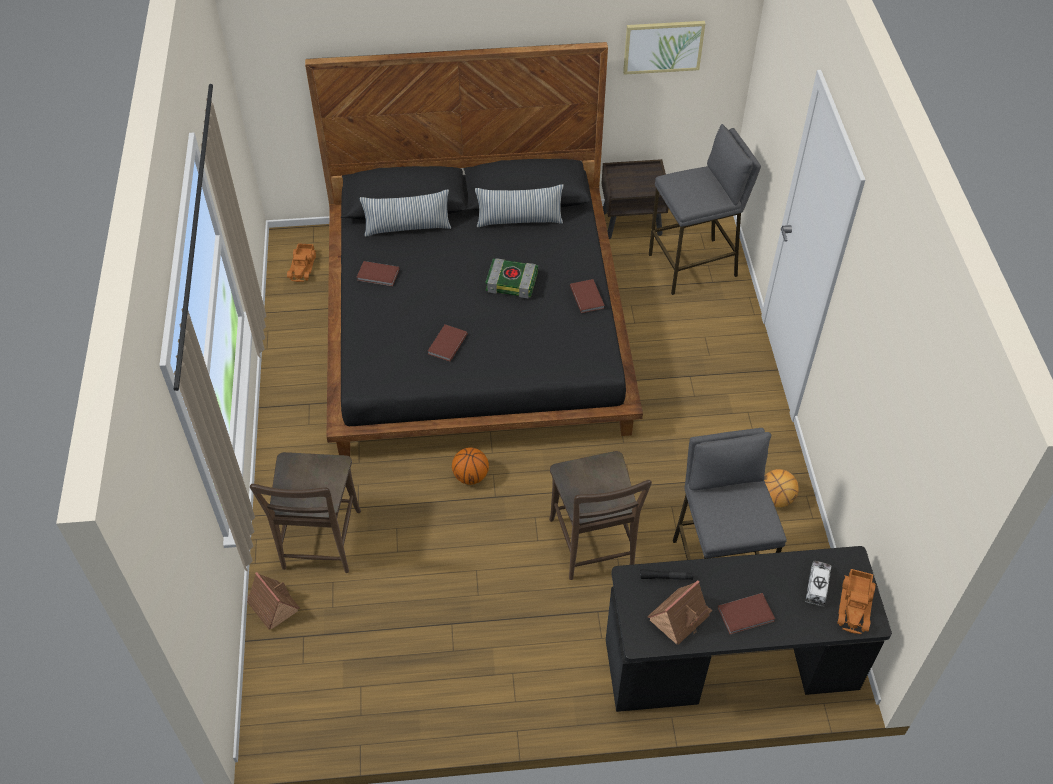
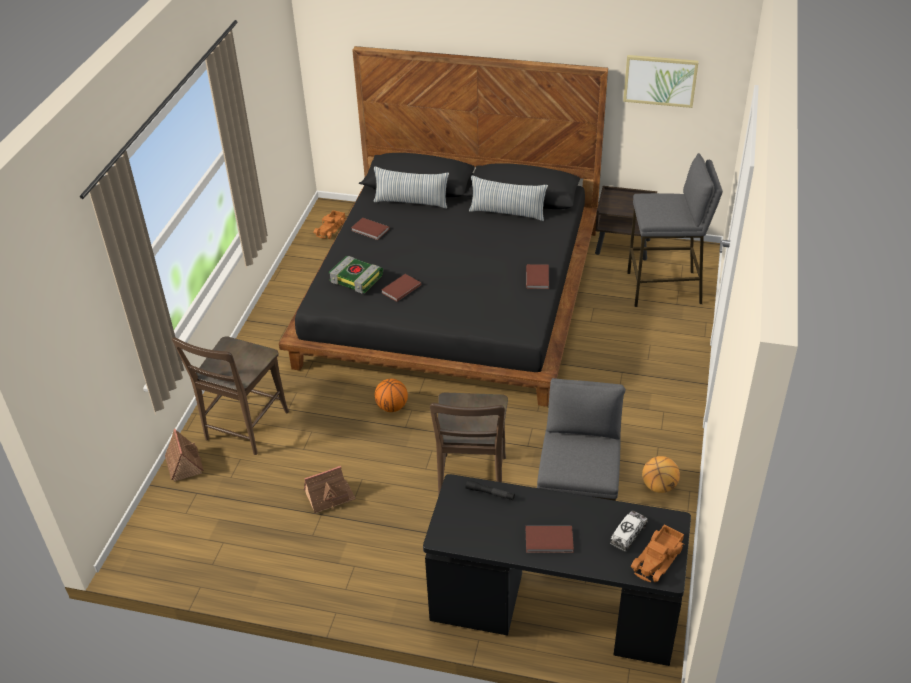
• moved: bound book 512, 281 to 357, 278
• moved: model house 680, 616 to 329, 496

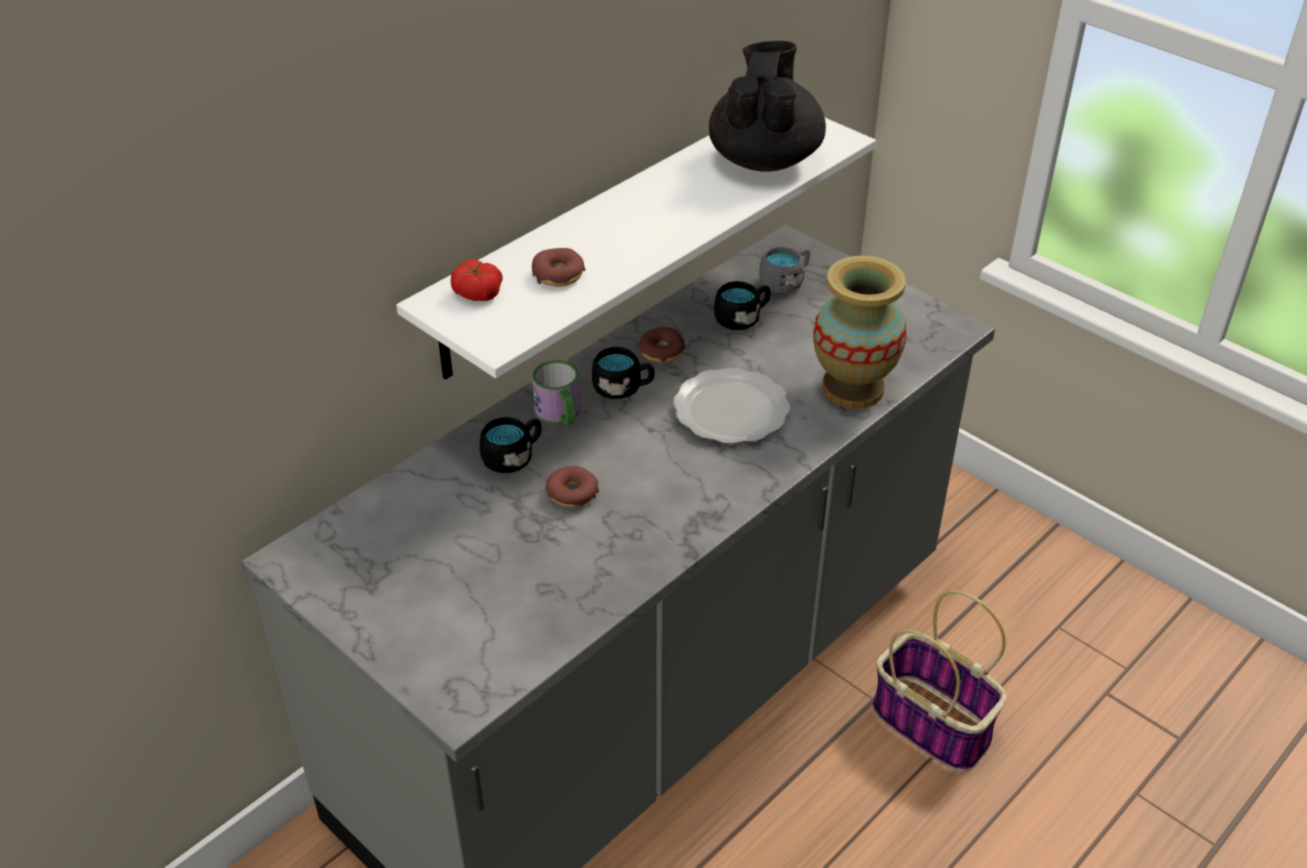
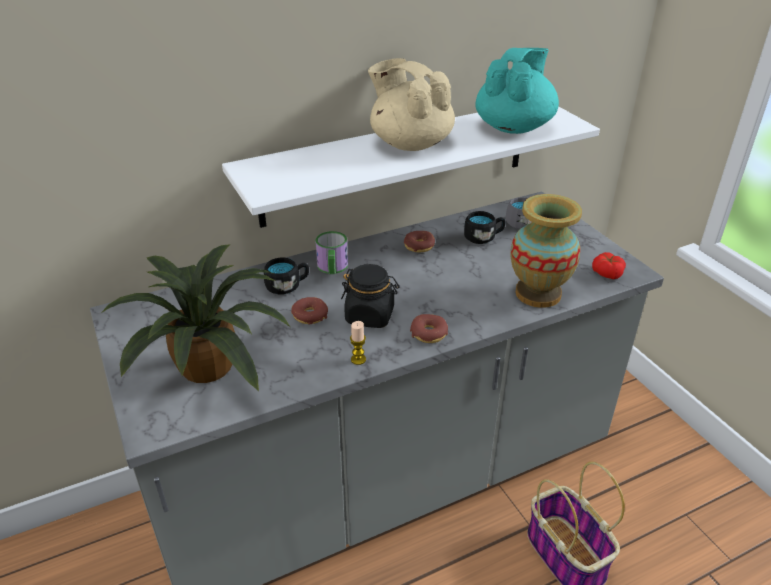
• removed: coffee mug/black-coloured 623, 388
• removed: dinner plate 732, 411
• added: houseplant 211, 367
• added: storage jar/black-coloured 370, 315
• added: wax light 358, 359
• added: teapot/sand-coloured 410, 144
• moved: whole tomato 477, 293 to 607, 273
• moved: doughnut 558, 274 to 429, 333
• recoloured: teapot/black-coloured 764, 159 to teapot/turquoise 514, 127

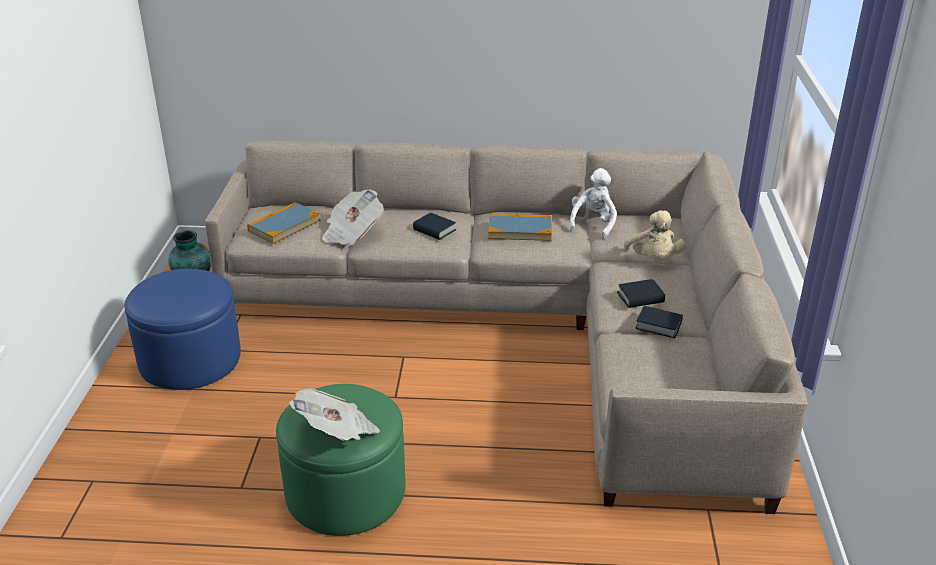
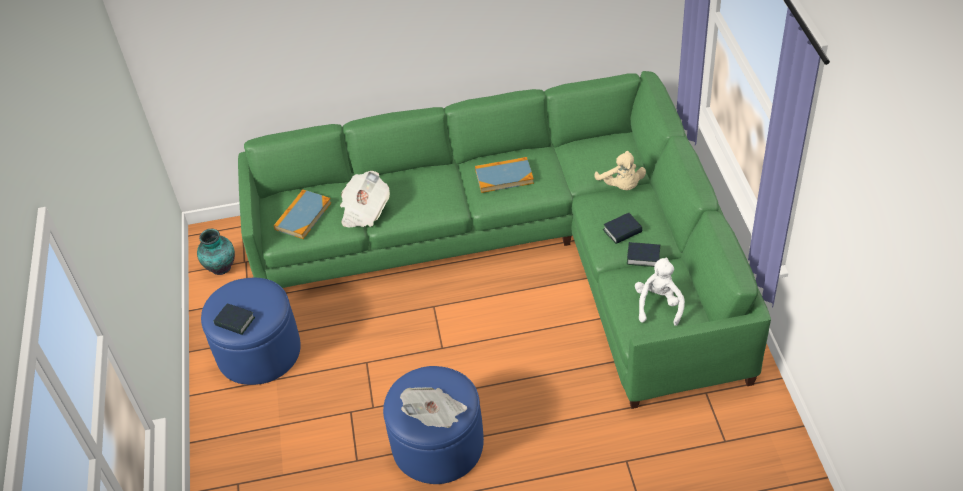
• moved: bound book 434, 230 to 235, 322
• moved: cuddly toy/white-coloured 593, 224 to 659, 305
• recoloured: settee/sand-coloured 530, 325 to settee/green-coloured 526, 250
• recoloured: footrest/green-coloured 345, 492 to footrest/blue 438, 444

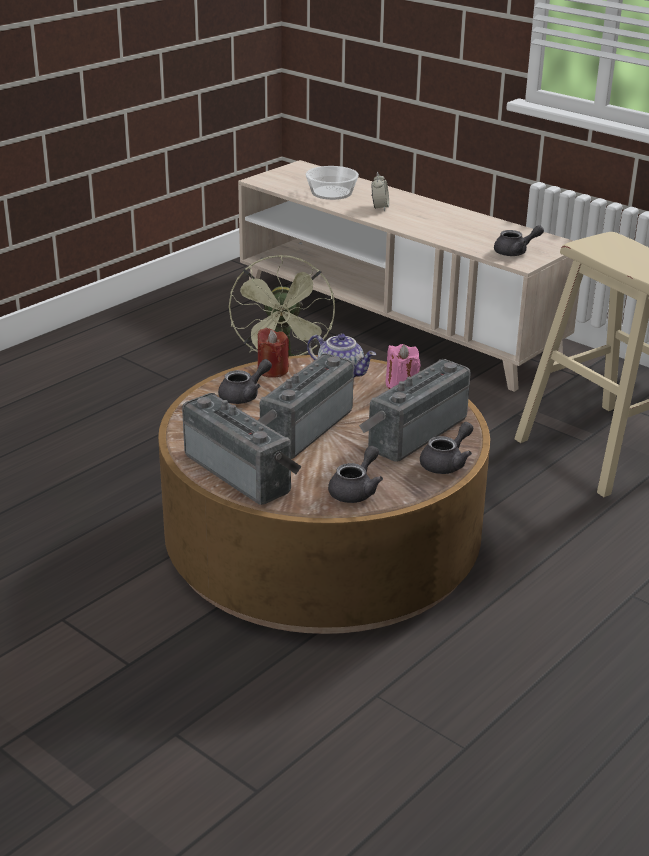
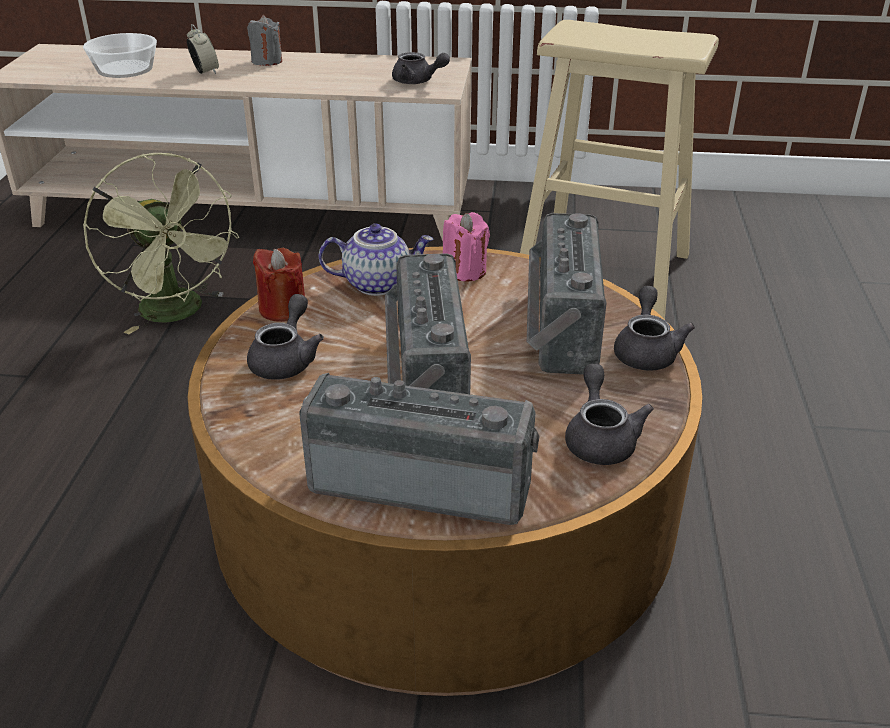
• added: wax light/grey 267, 61
• turned: teapot/grey 515, 252 = 417, 81 75 degrees clockwise

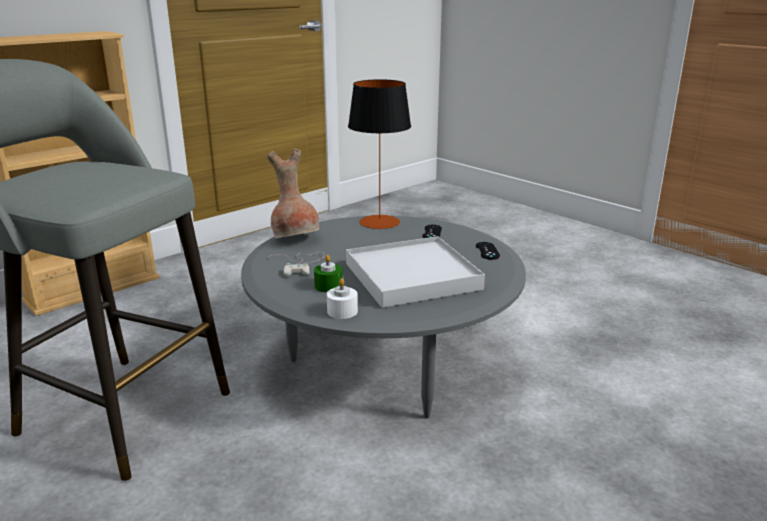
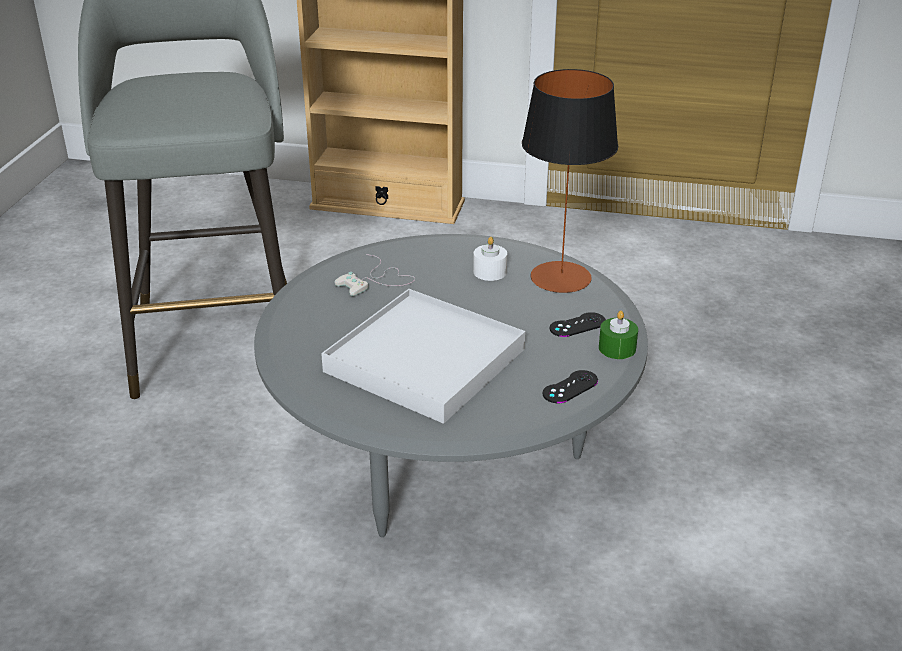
• removed: vase/brown 296, 238
• moved: wax light/green-coloured 328, 286 to 617, 348
• moved: wax light/white-coloured 342, 311 to 490, 272

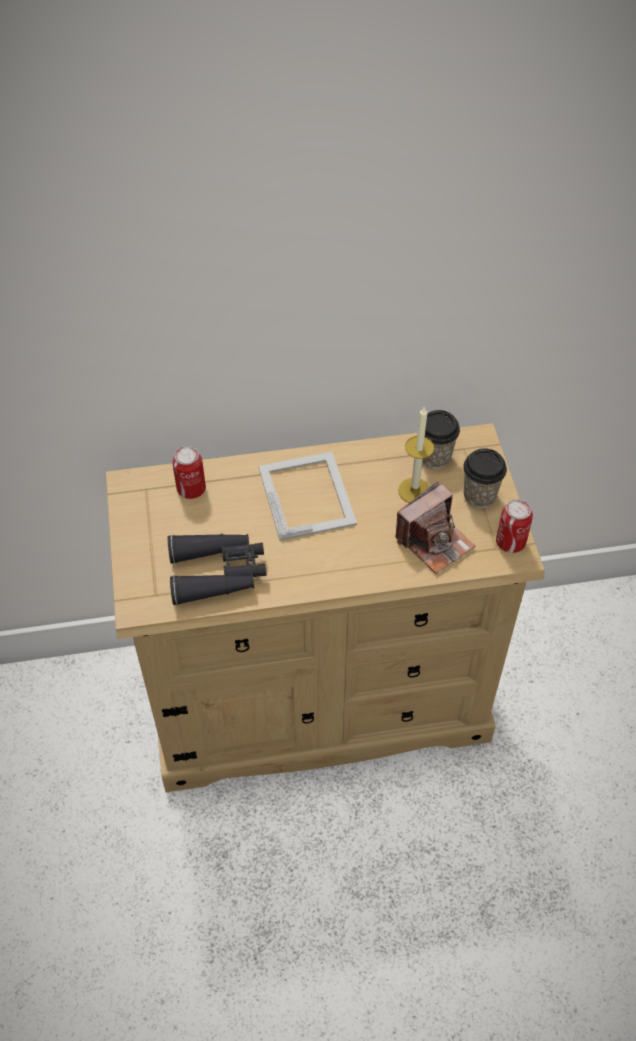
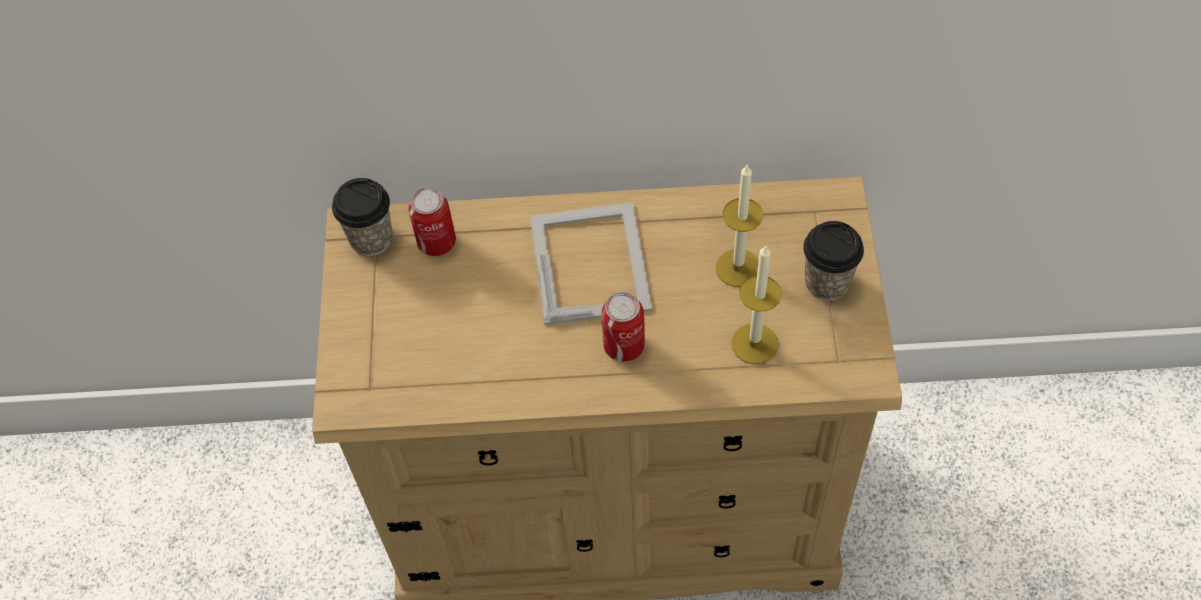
• removed: binoculars/black-coloured 218, 573
• moved: drinking cup 435, 457 to 371, 239
• moved: metal can 510, 542 to 624, 346
• replaced: photo camera 434, 541 to wax light 754, 343

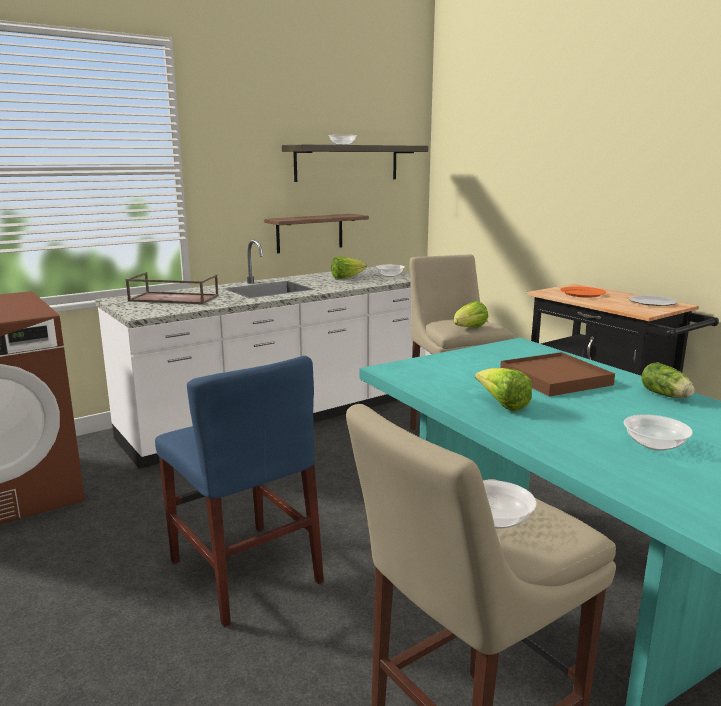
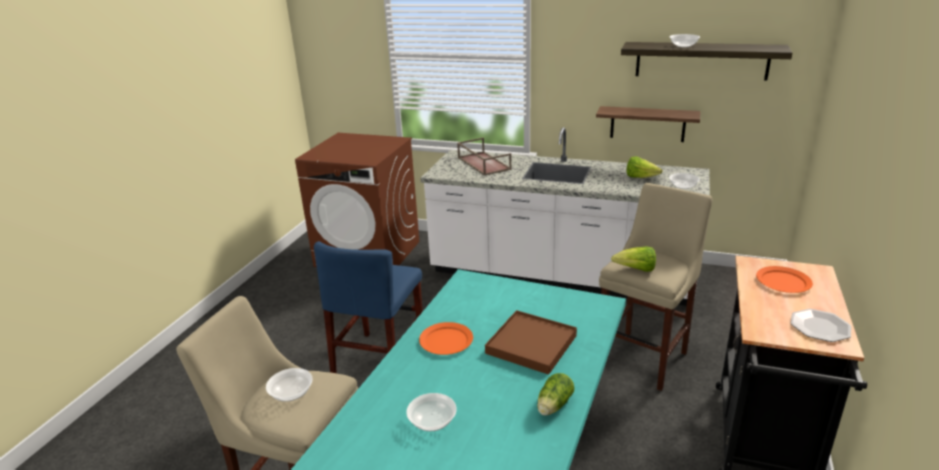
• replaced: lettuce 502, 405 to dinner plate/orangey 445, 341

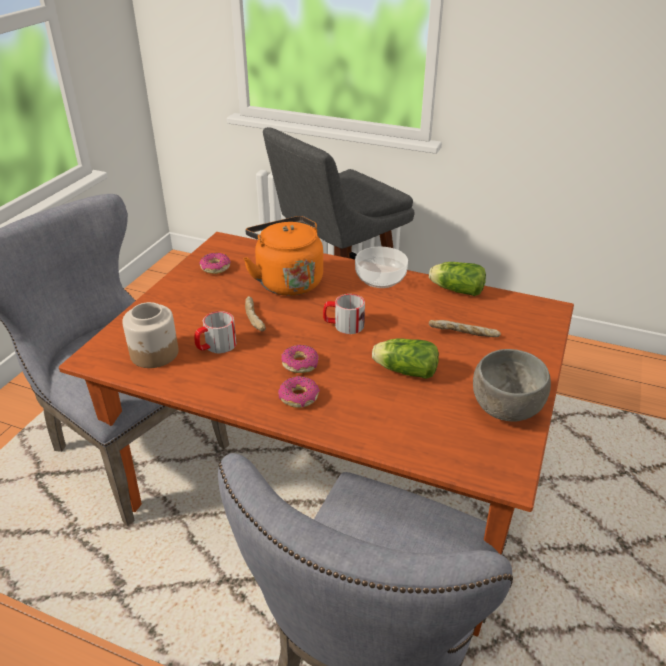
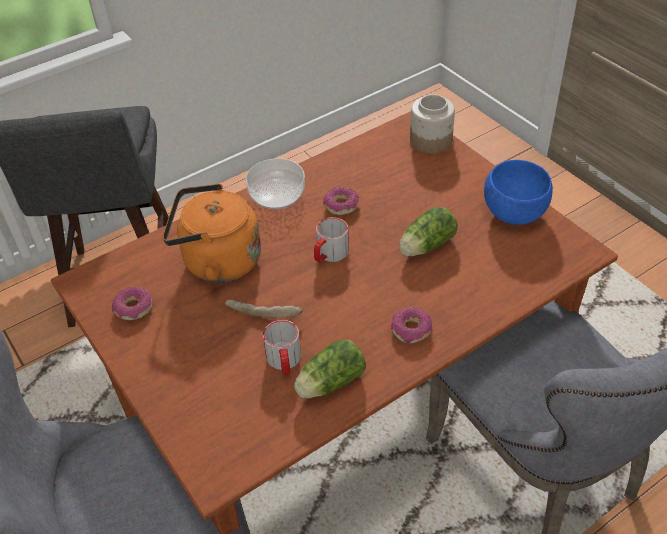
• removed: bakery bread 463, 335
• moved: storage jar 154, 354 to 431, 141
• moved: doughnut 300, 364 to 341, 205
• moved: lettuce 455, 290 to 328, 383
• recoloured: serving bowl/grey 504, 408 to serving bowl/blue 513, 214

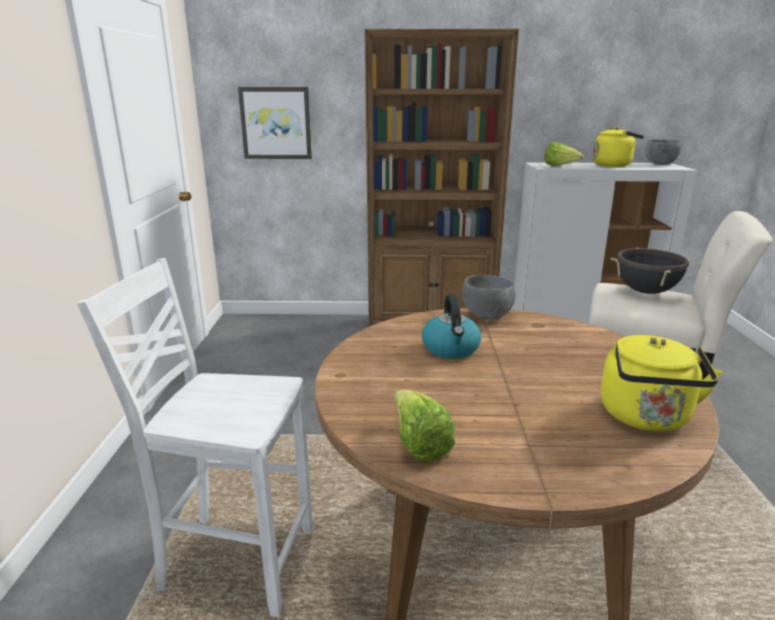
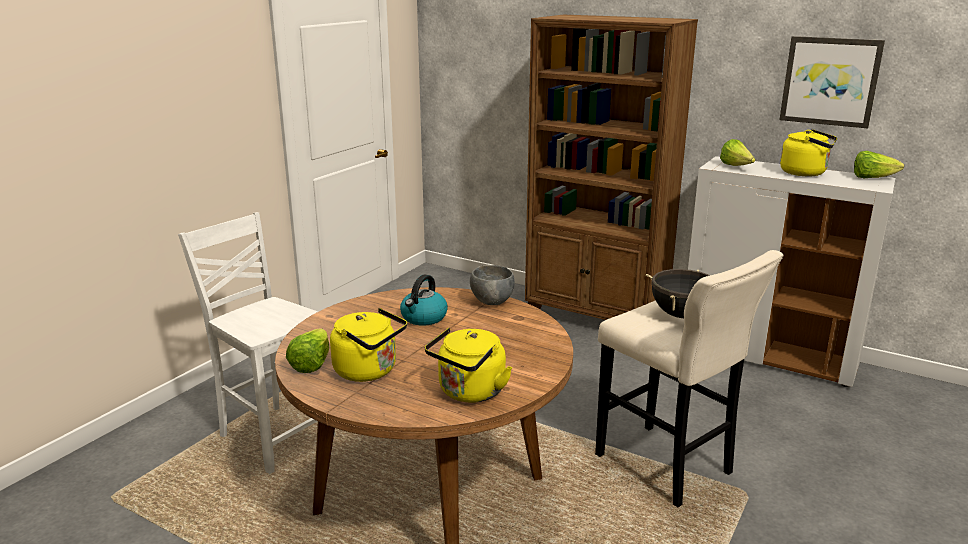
• added: water kettle/yellow 369, 371
• moved: wall picture 276, 123 to 830, 81
• replaced: serving bowl/grey 660, 164 to lettuce 872, 178

